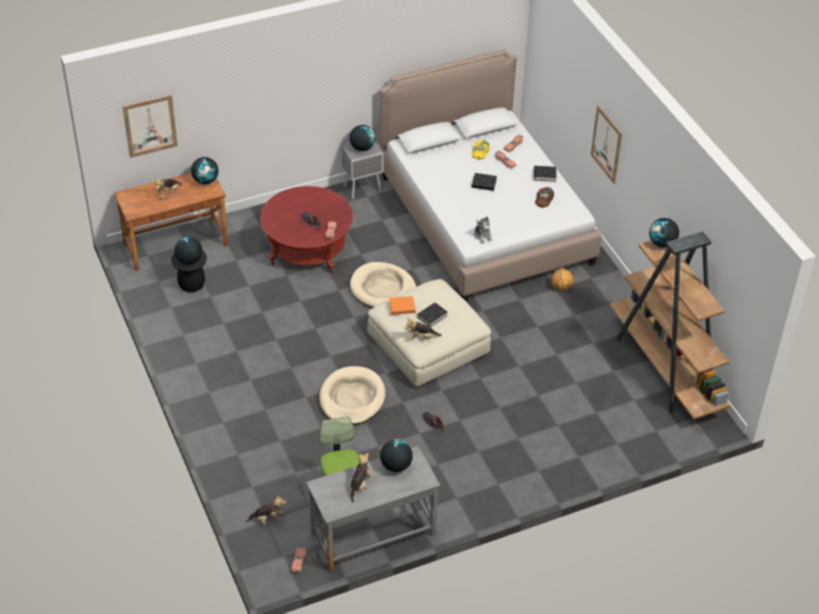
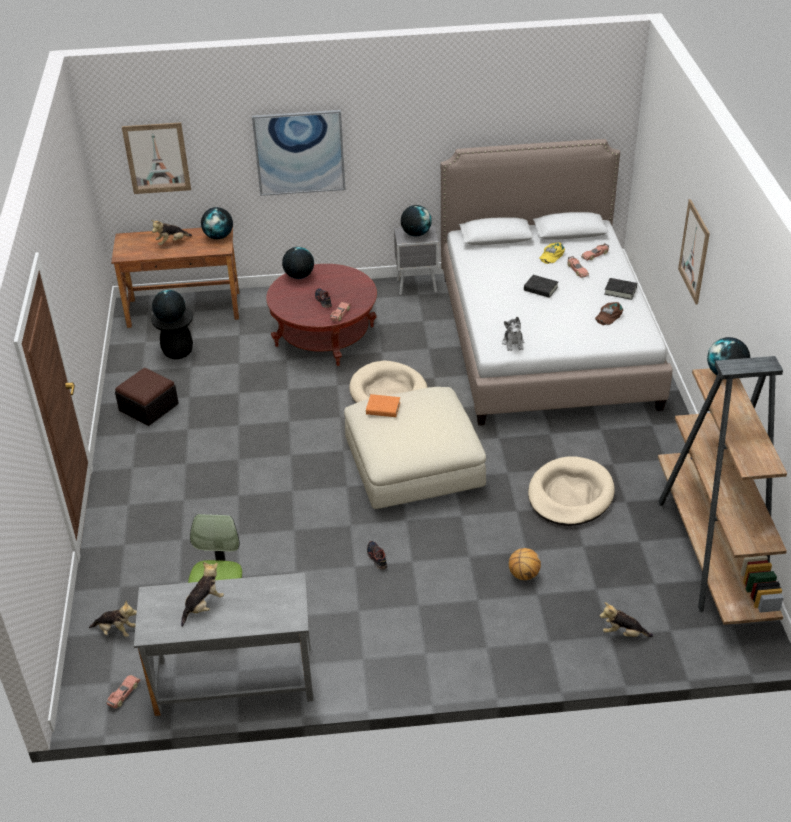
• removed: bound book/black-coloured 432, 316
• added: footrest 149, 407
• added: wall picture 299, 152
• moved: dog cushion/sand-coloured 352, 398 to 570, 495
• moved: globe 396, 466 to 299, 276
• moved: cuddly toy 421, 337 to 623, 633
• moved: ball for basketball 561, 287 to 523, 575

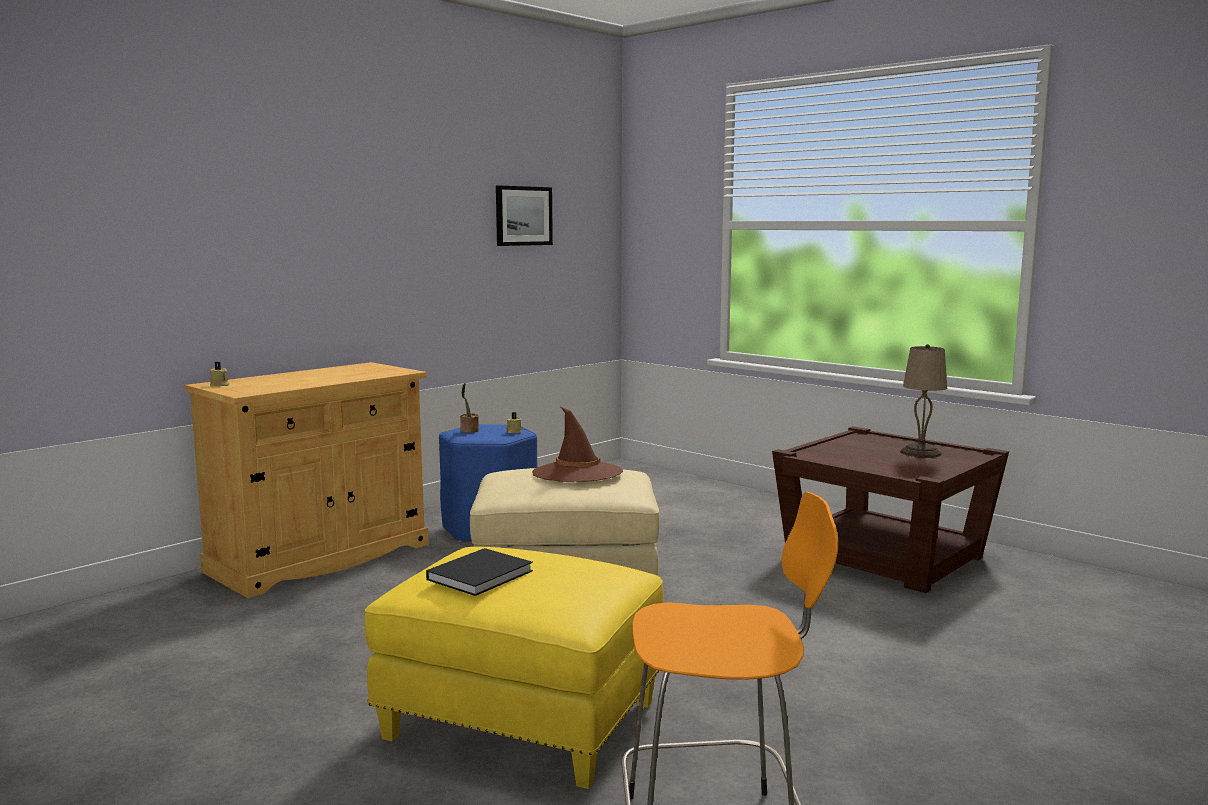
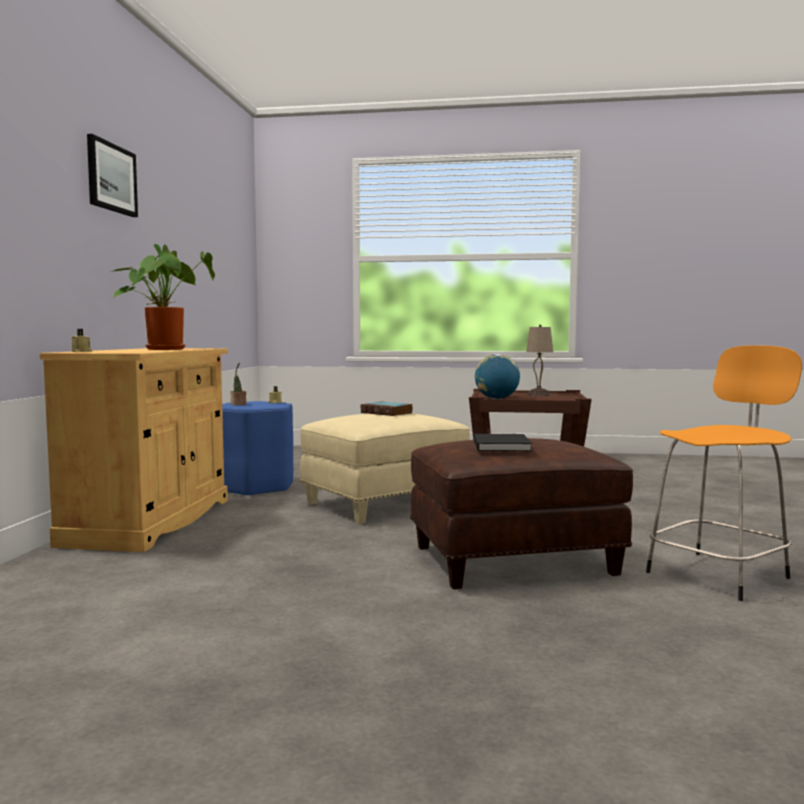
• added: houseplant 166, 349
• added: globe 496, 398
• moved: wall picture 523, 216 to 111, 178
• replaced: wearable hat/brown 577, 473 to bound book 388, 413
• recoloured: footrest/yellow 524, 719 to footrest/brown 514, 559

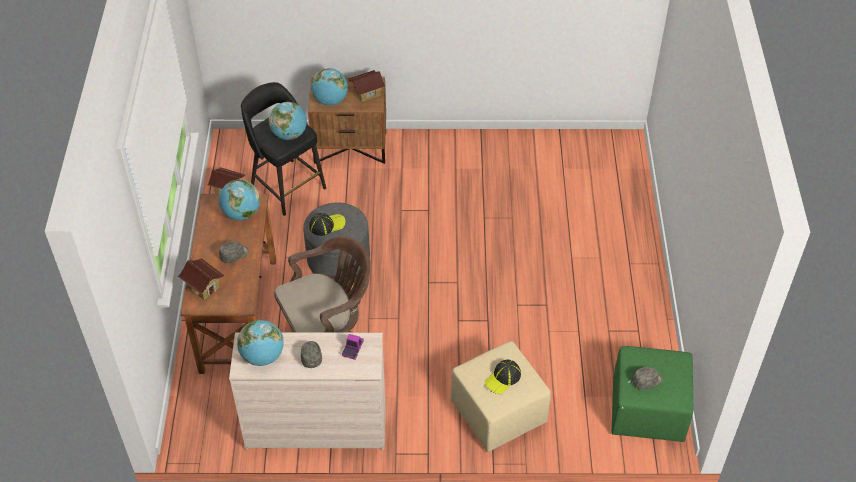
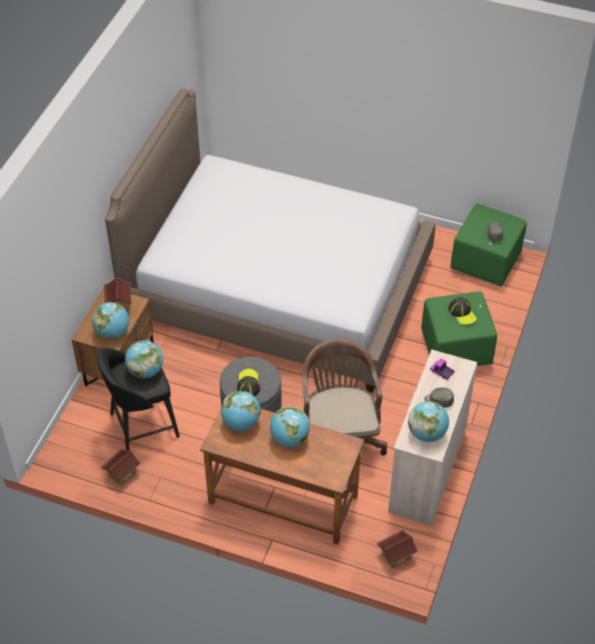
• added: bedroom bed 278, 289
• moved: model house 203, 287 to 396, 555
• replaced: cap/grey 234, 255 to globe 289, 438
• recoloured: footrest/sand-coloured 499, 413 to footrest/green-coloured 456, 347

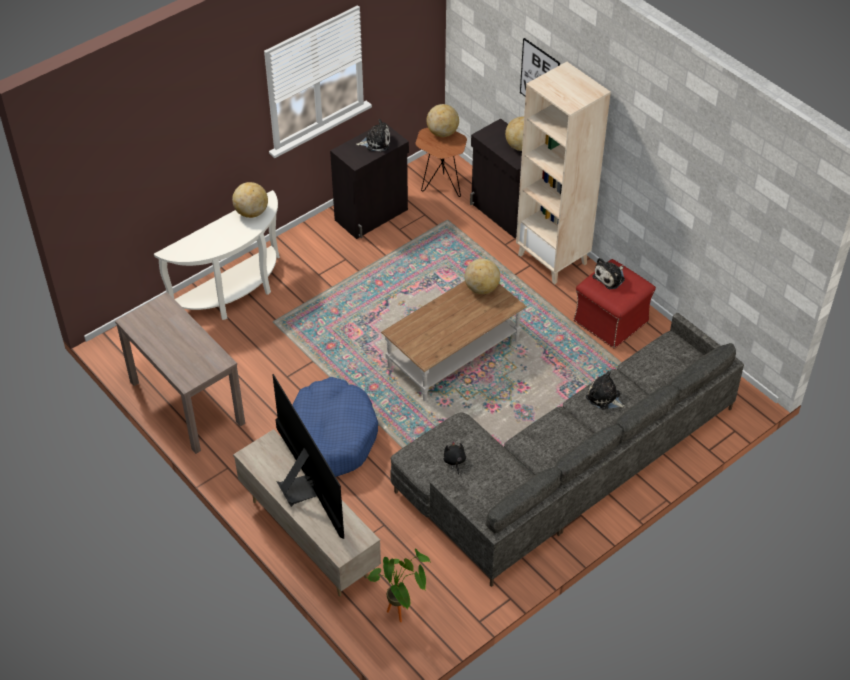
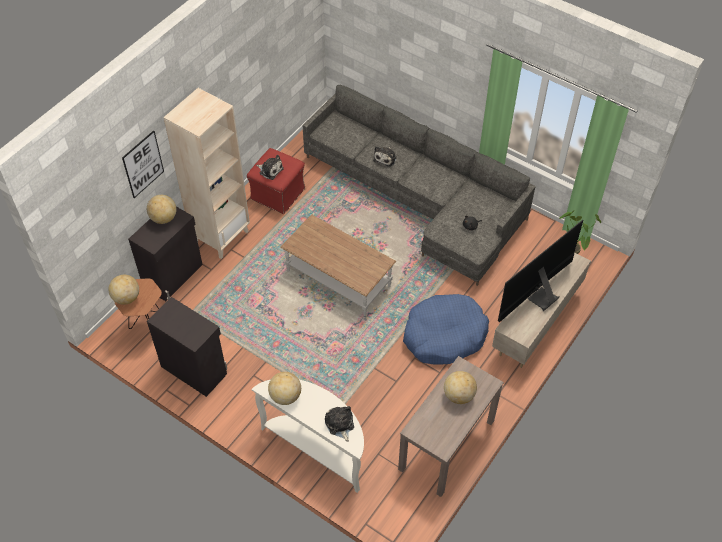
• moved: cuddly toy 376, 142 to 340, 425
• moved: globe 482, 288 to 459, 395

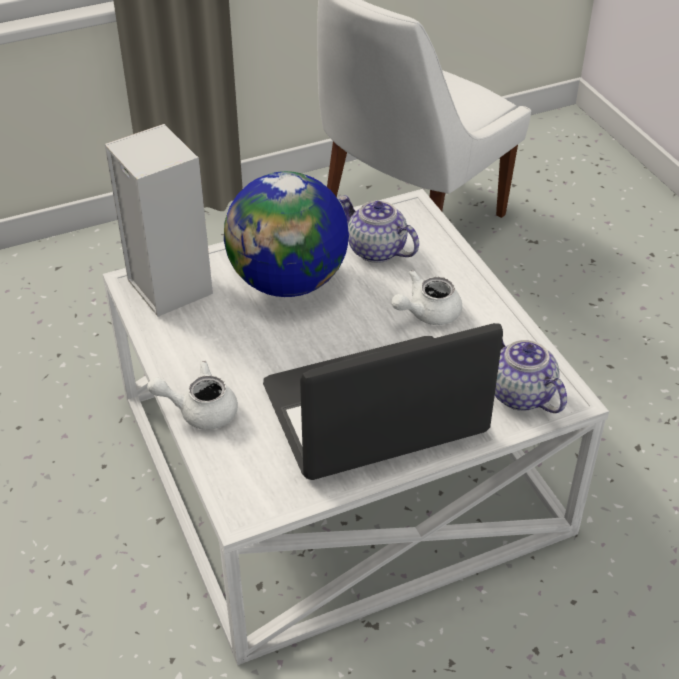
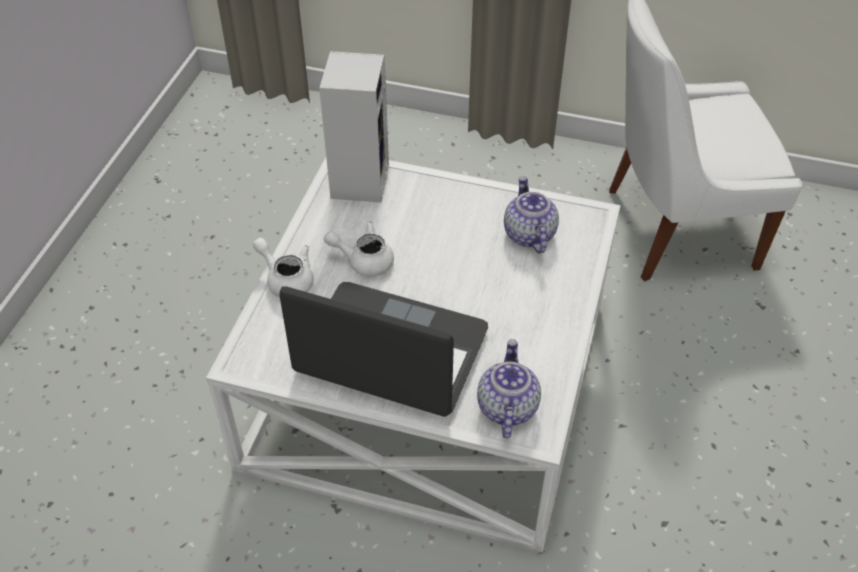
• removed: globe 288, 282
• moved: teapot/white-coloured 427, 313 to 364, 260

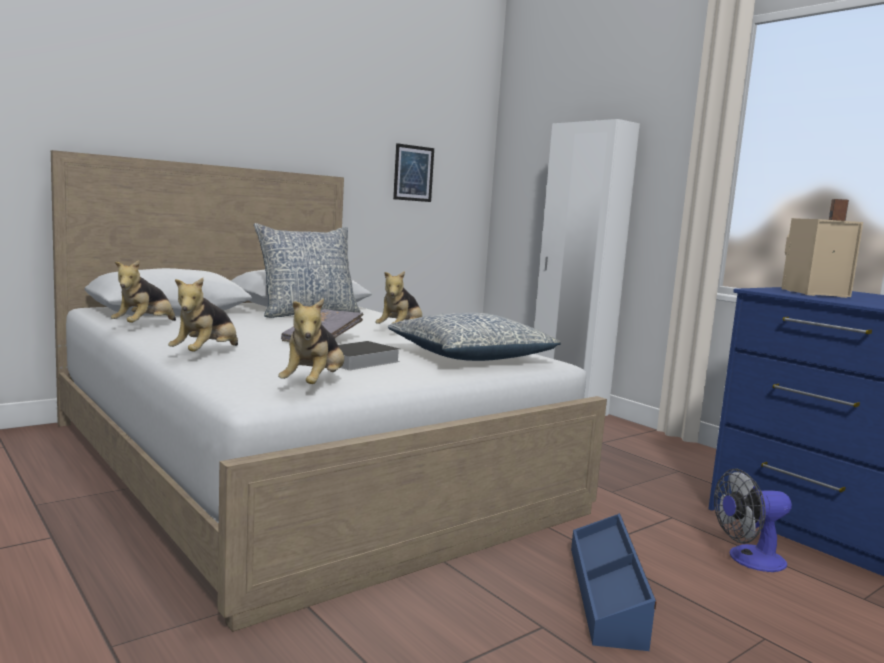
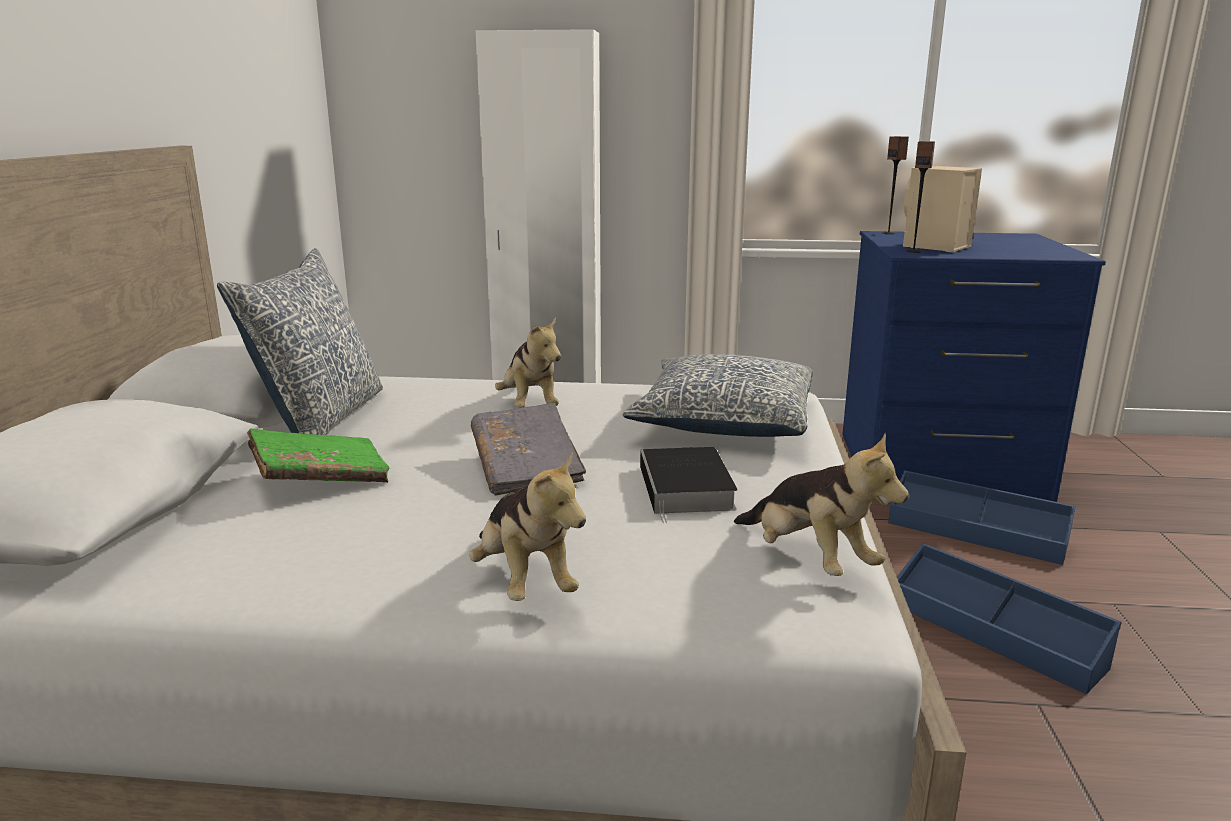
• removed: cuddly toy 145, 326
• removed: wall picture 413, 173
• added: bound book/green-coloured 321, 478
• added: audio speaker 913, 251
• replaced: fan 748, 560 to storage box/blue 976, 533

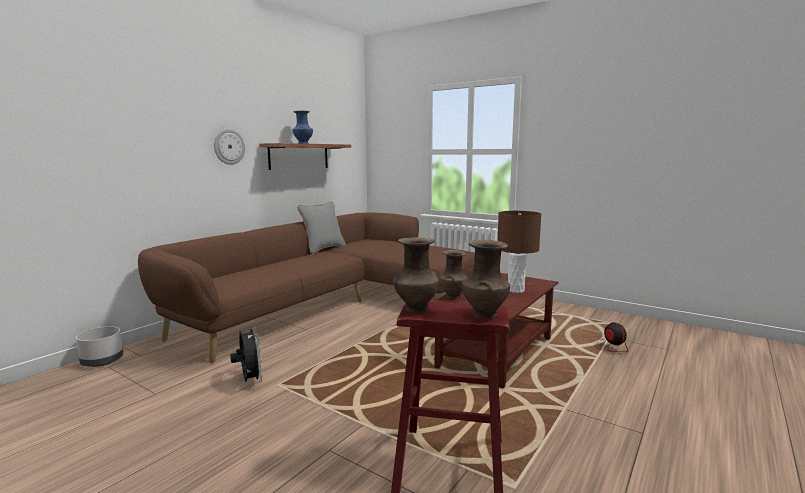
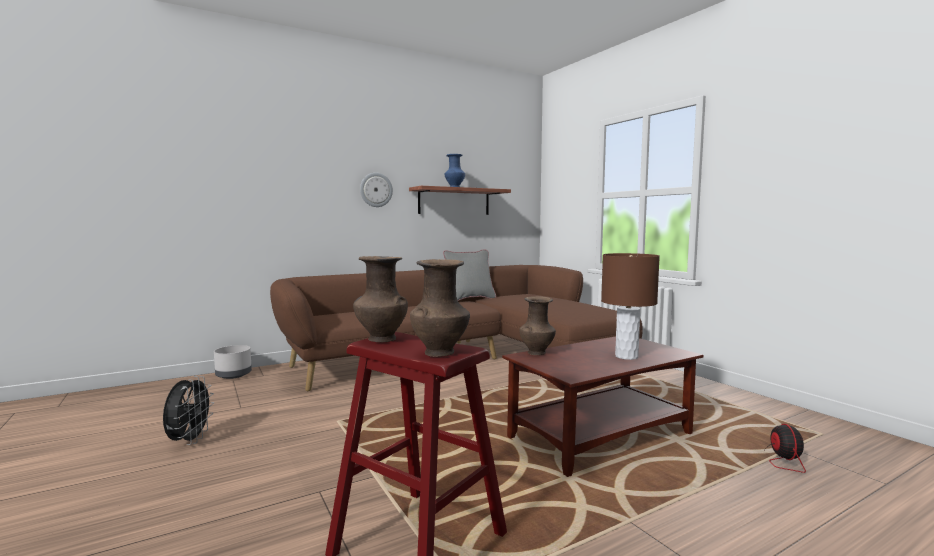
• moved: fan/black-coloured 250, 381 to 189, 441

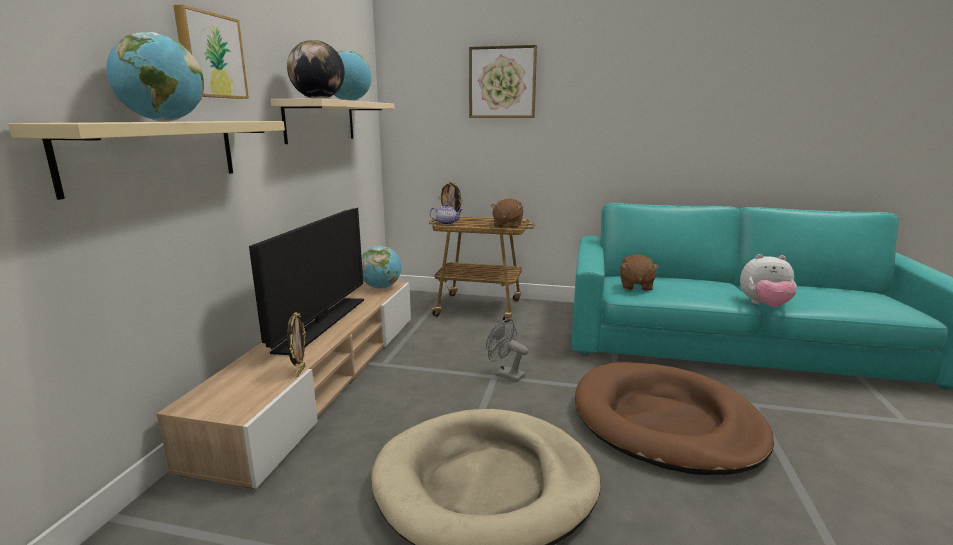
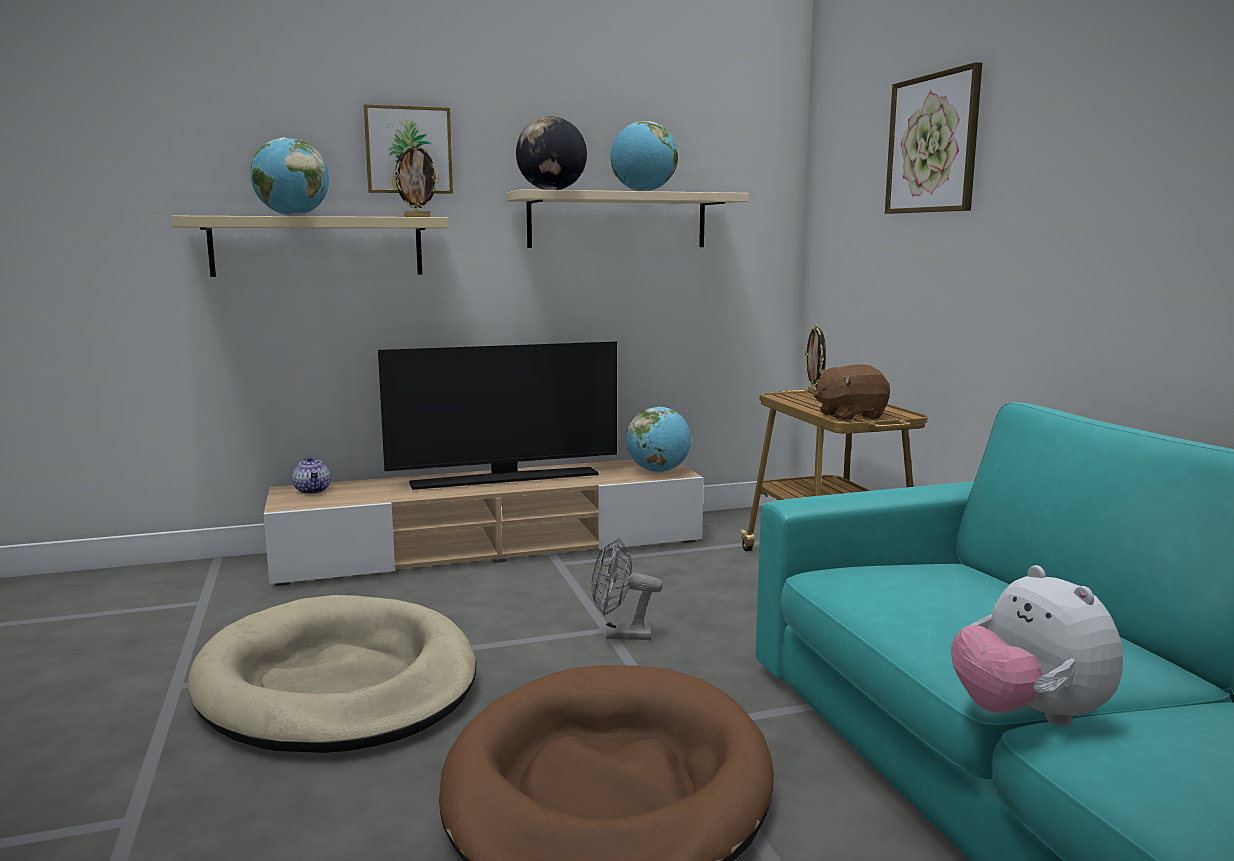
• removed: cuddly toy/brown 635, 286
• moved: picture frame 299, 371 to 417, 217
• moved: teapot 446, 223 to 313, 491
• turned: fan/grey 505, 374 = 620, 635 90 degrees counterclockwise

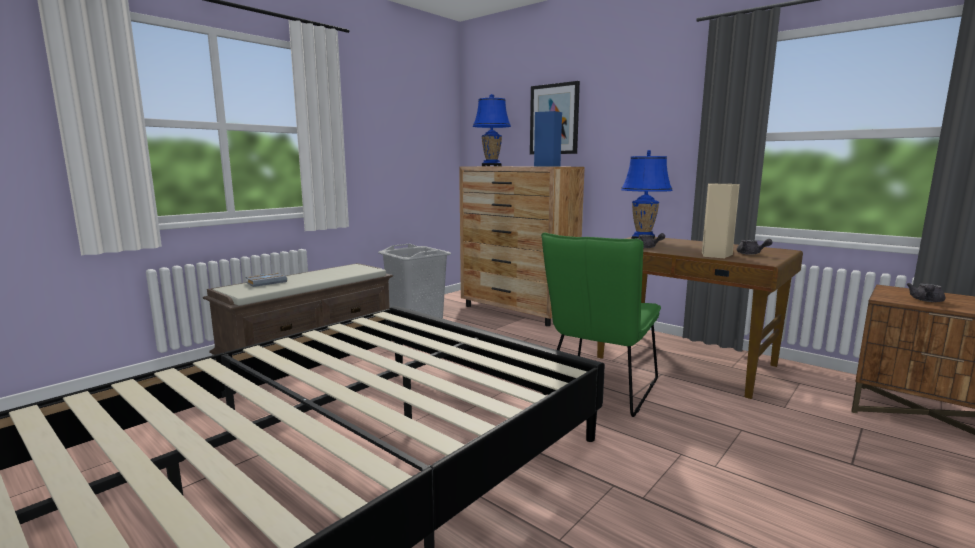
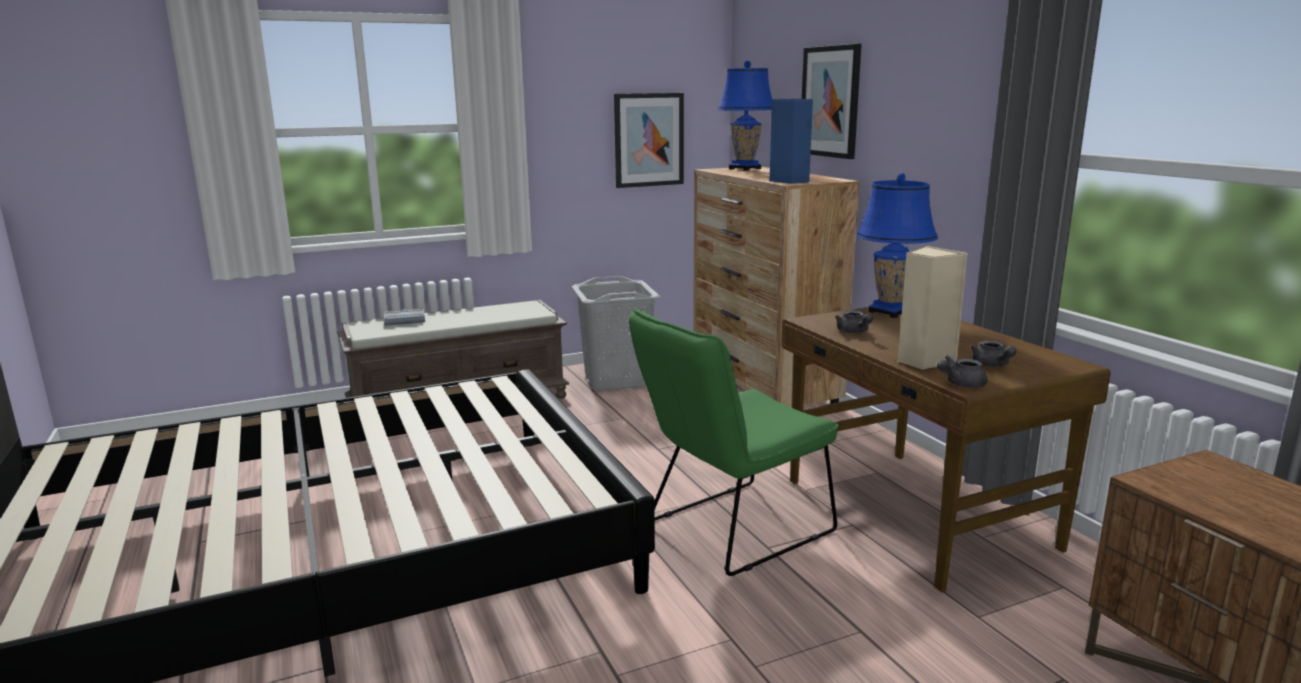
• added: wall picture 648, 140
• moved: teapot/grey 926, 301 to 960, 384

